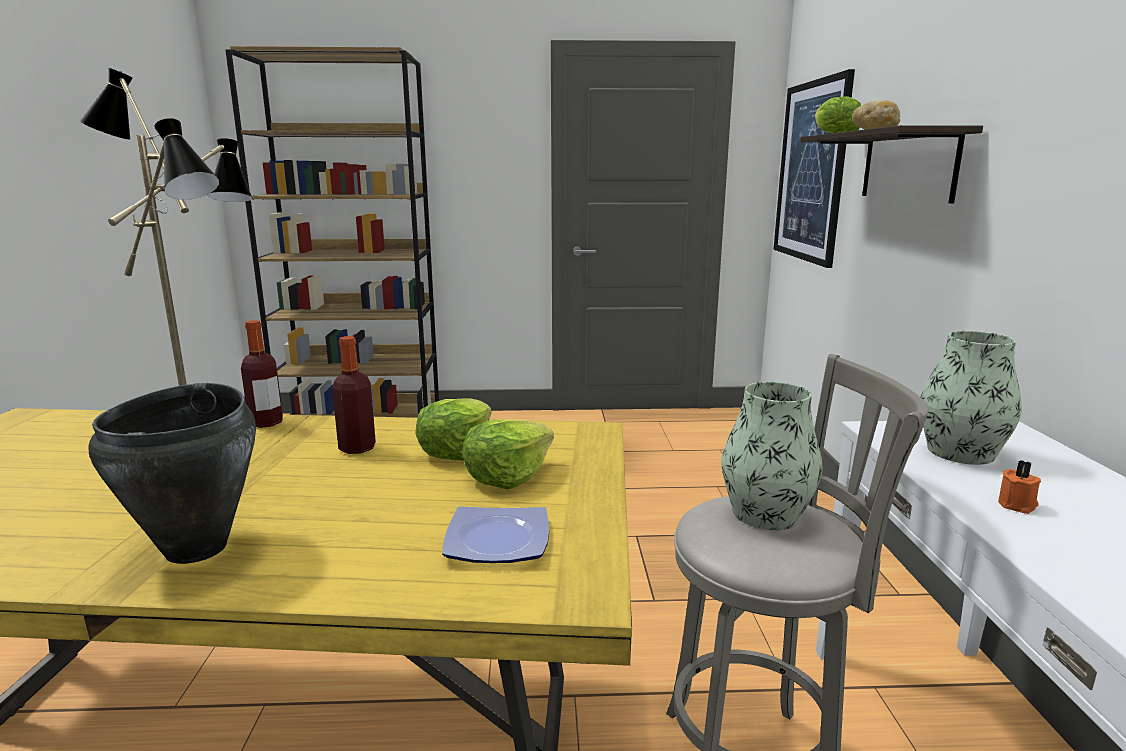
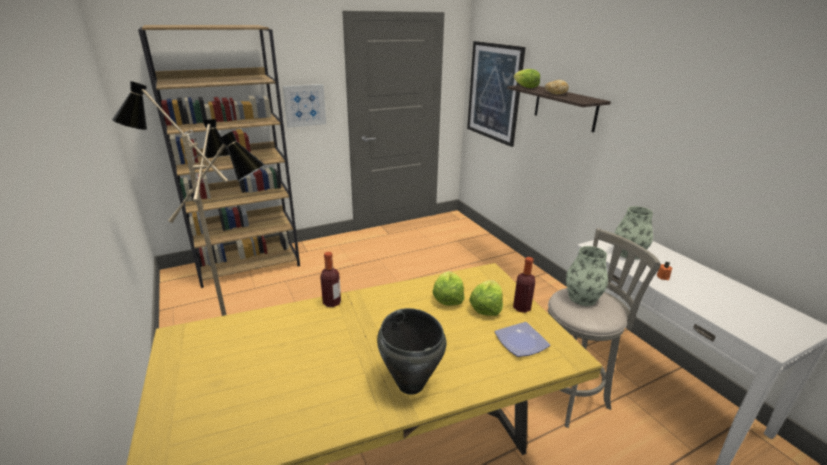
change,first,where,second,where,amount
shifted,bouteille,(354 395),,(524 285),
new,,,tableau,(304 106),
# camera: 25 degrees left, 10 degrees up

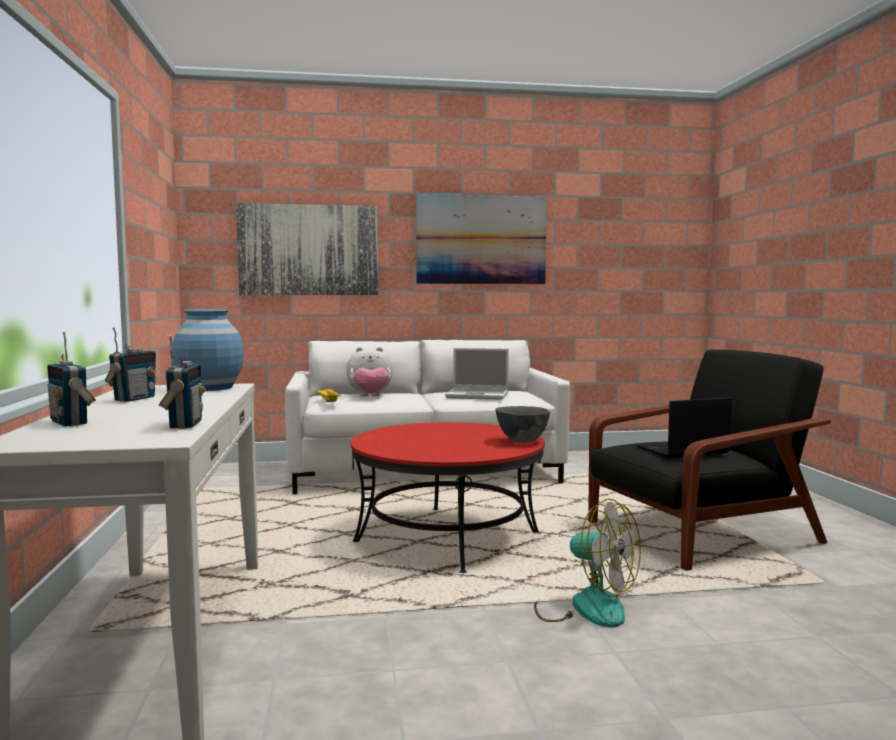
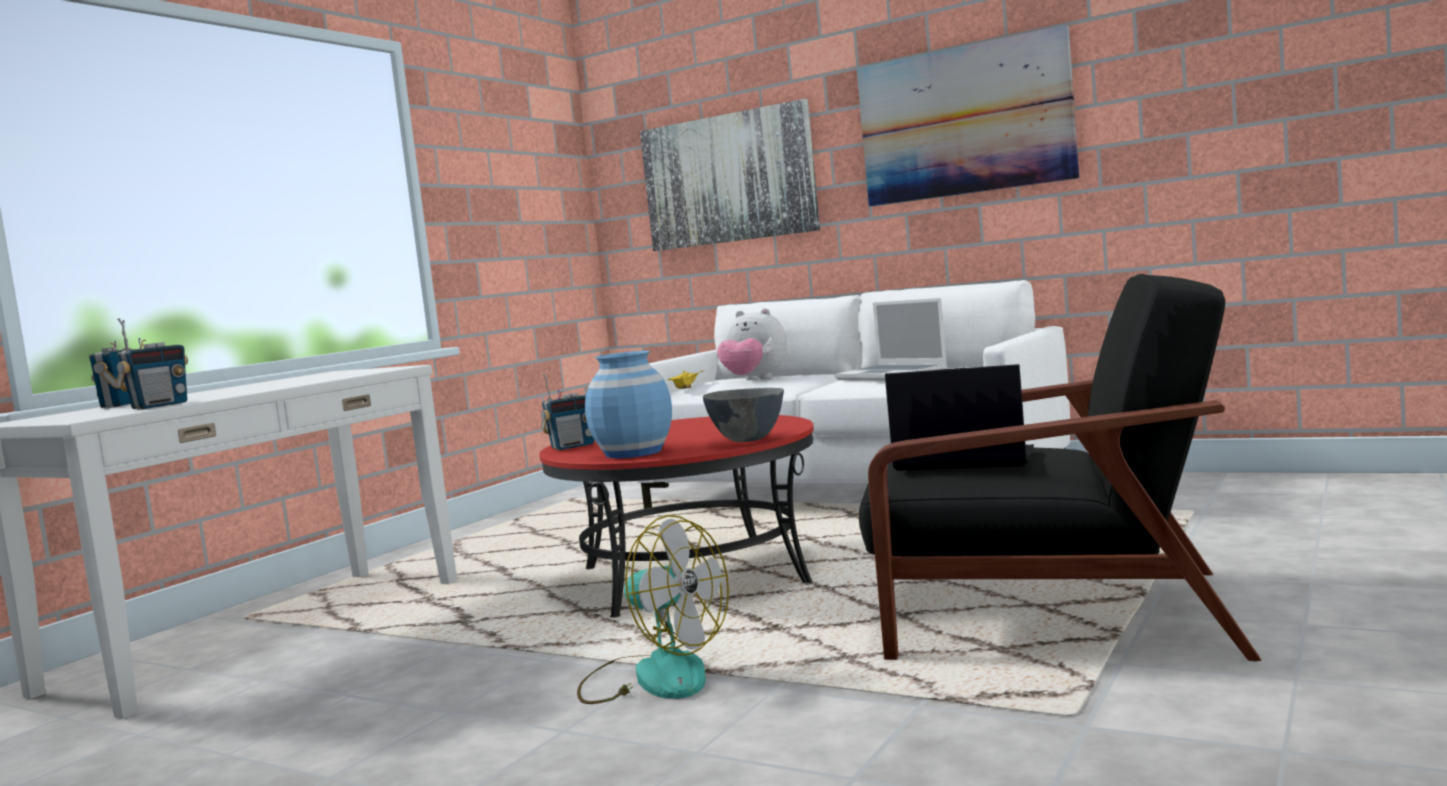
change,first,where,second,where,amount
shifted,vase/bleu,(208 350),,(628 404),
shifted,radio,(130 364),,(567 411),
rotated,ventilateur,(587 563),,(653 609),45 degrees counterclockwise
# camera: 40 degrees right, 0 degrees up

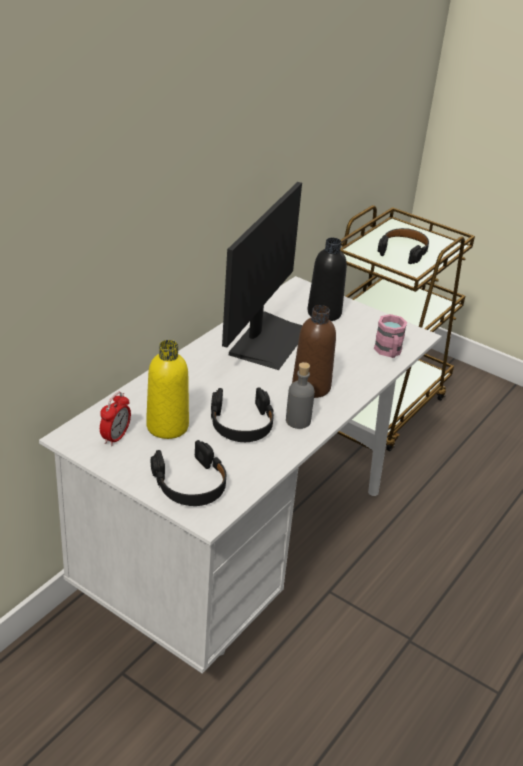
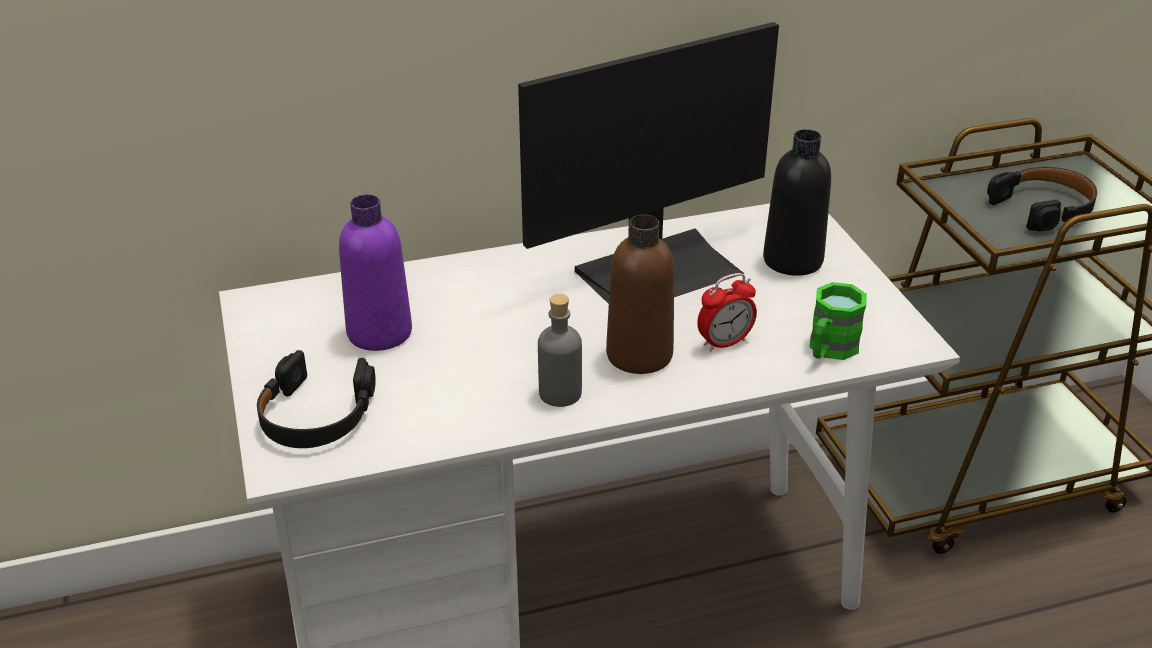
change,first,where,second,where,amount
repainted,mug/rose,(390 336),mug/vert,(838 321),
repainted,bouteille/jaune,(167 389),bouteille/violet,(375 272),
gone,casque audio/noir,(242 414),,,
shifted,réveil,(115 419),,(727 312),
# camera: 40 degrees right, 0 degrees up

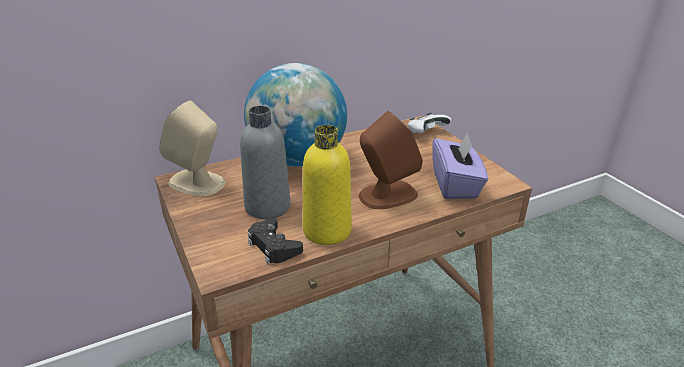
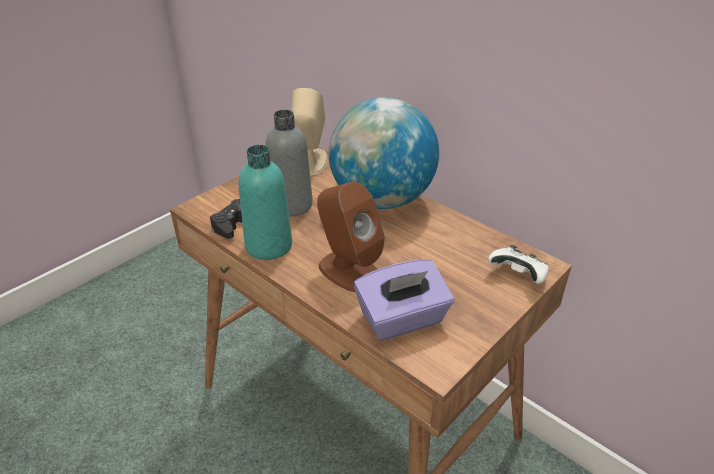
change,first,where,second,where,amount
repainted,bouteille/jaune,(327 185),bouteille/turquoise,(265 202),
# camera: 70 degrees right, 5 degrees up

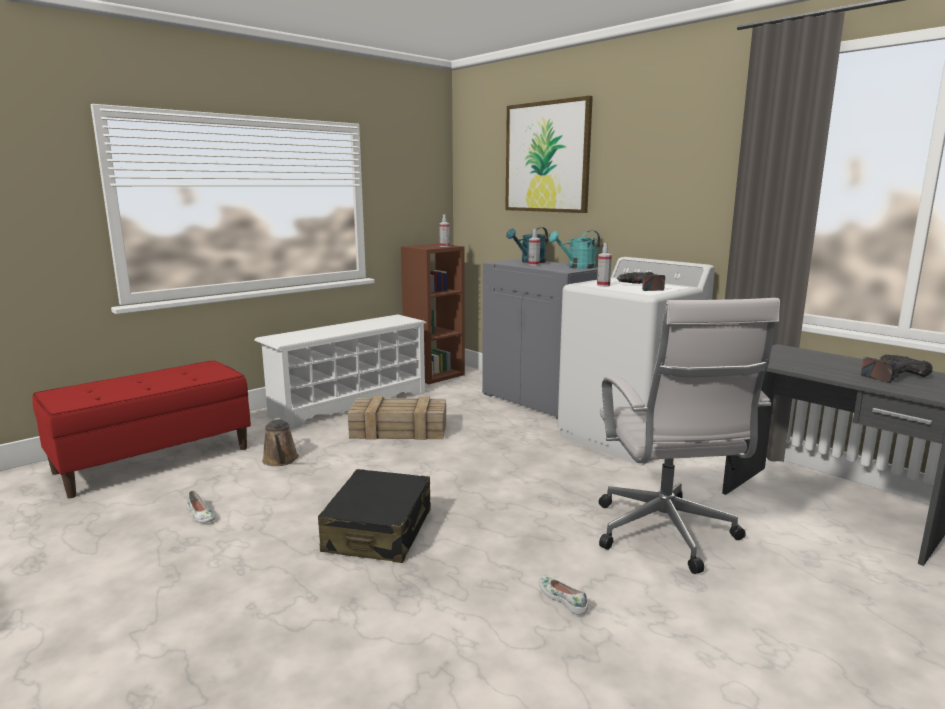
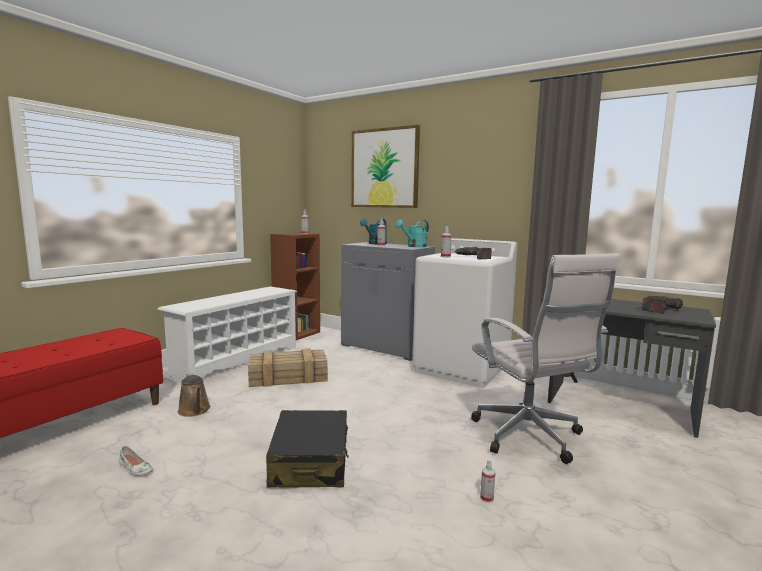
change,first,where,second,where,amount
swapped,chaussure/blanc,(563 595),vaporisateur,(487 481),
# camera: 15 degrees left, 5 degrees down

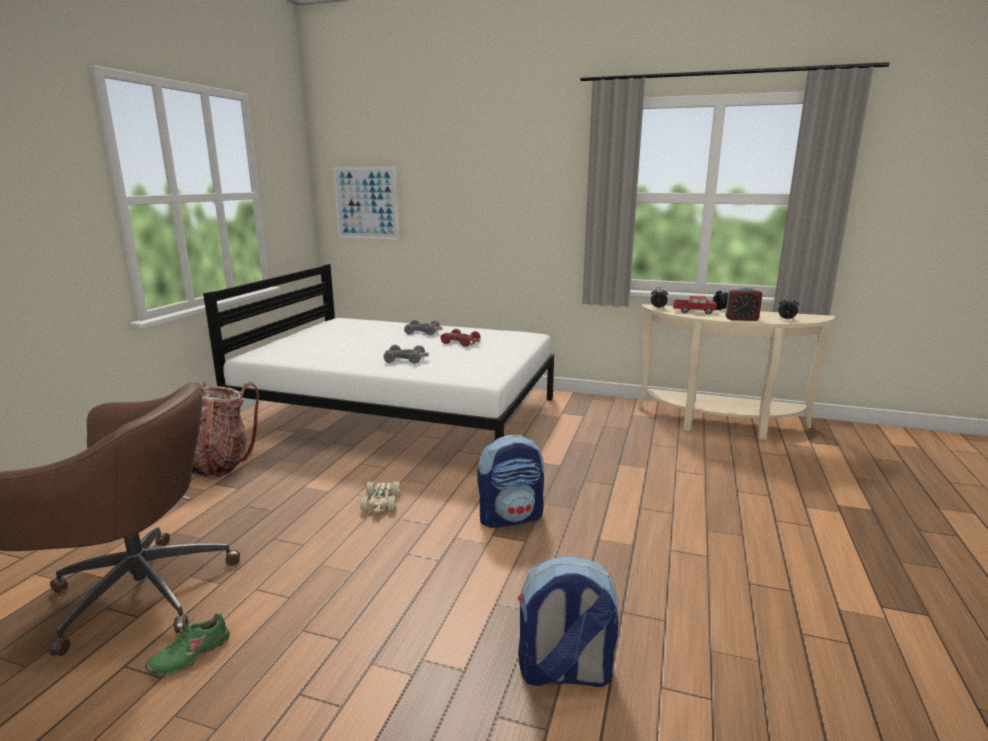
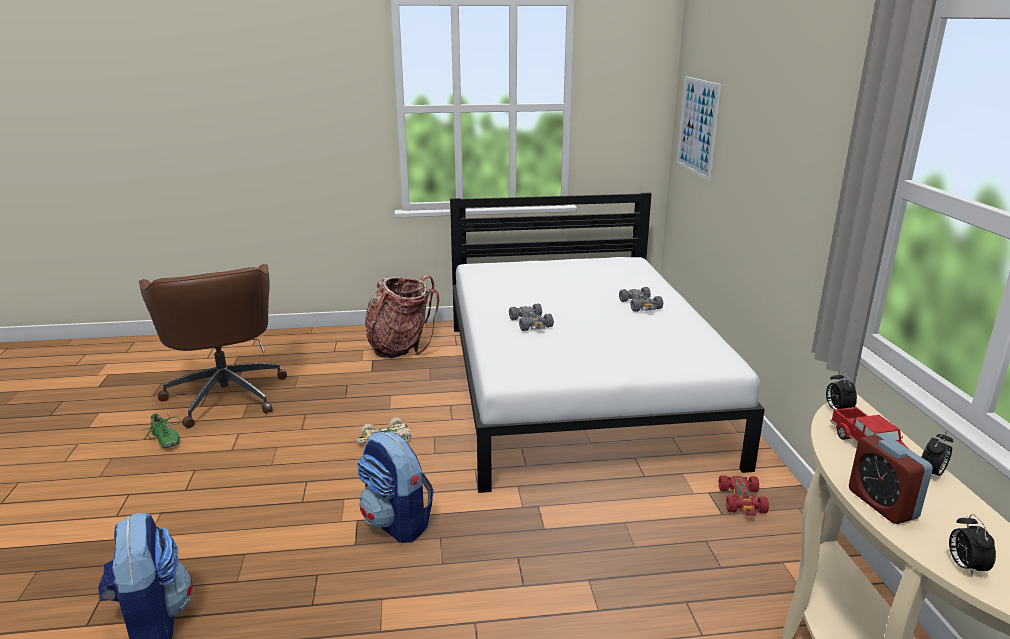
change,first,where,second,where,amount
shifted,petite voiture/rouge,(461 338),,(743 496),
rotated,chaussure/vert,(187 643),,(160 430),150 degrees counterclockwise
# camera: 65 degrees right, 5 degrees up

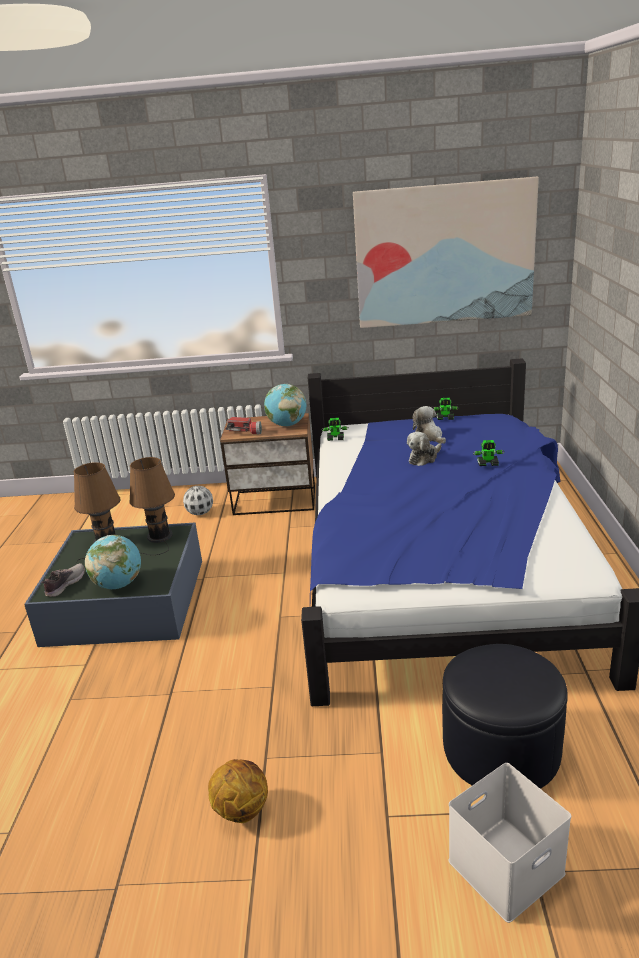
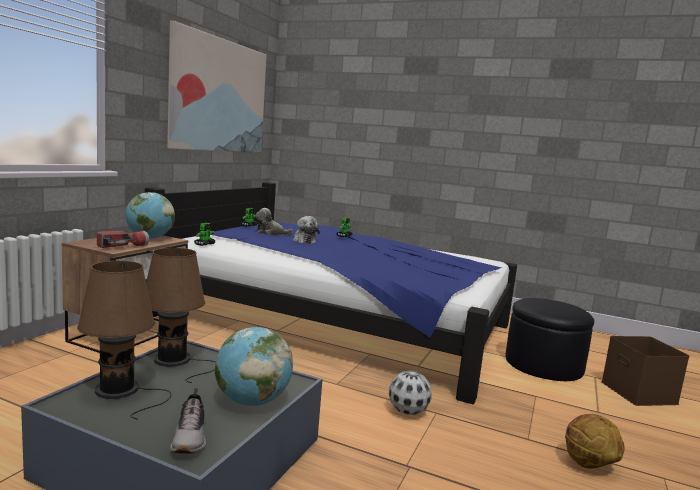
change,first,where,second,where,amount
shifted,ballon de foot,(198 500),,(410 392),
rotated,chaussure,(63 580),,(188 421),150 degrees counterclockwise
repainted,boîte de rangement/blanc,(509 843),boîte de rangement/marron,(645 371),
# camera: 70 degrees left, 15 degrees down

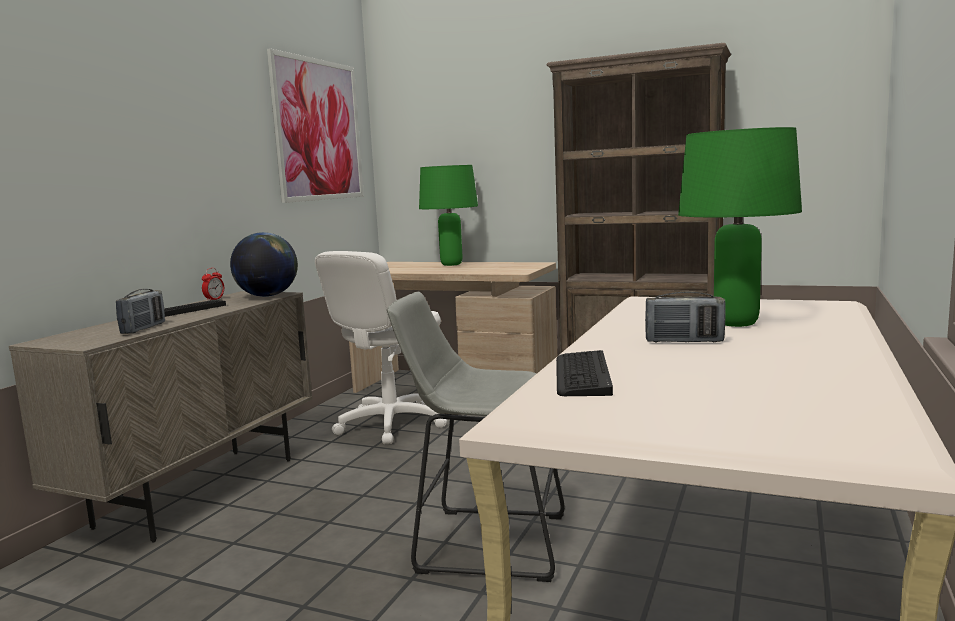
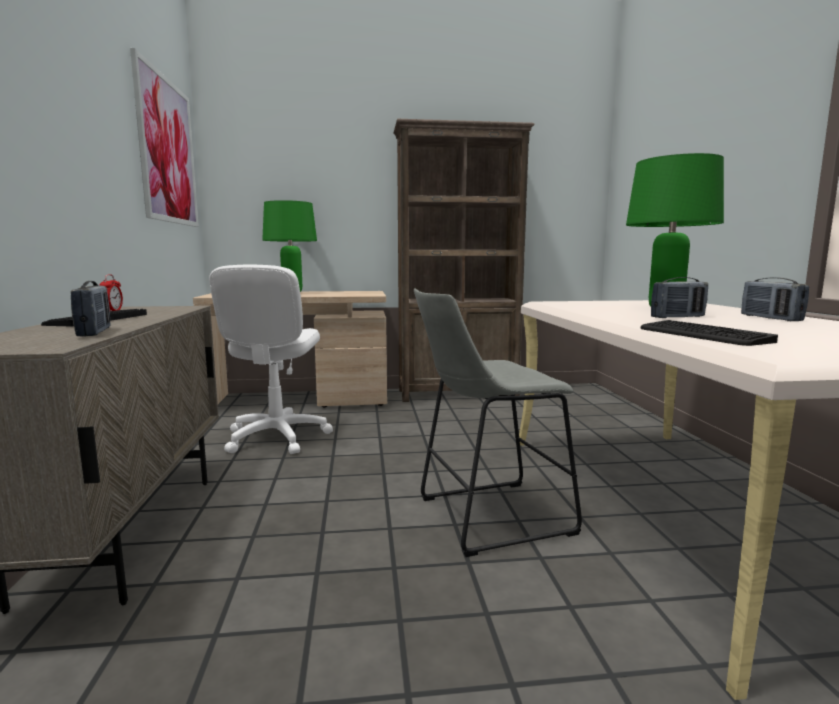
change,first,where,second,where,amount
gone,globe,(264 264),,,
new,,,radio,(775 299),
# camera: 30 degrees left, 0 degrees up

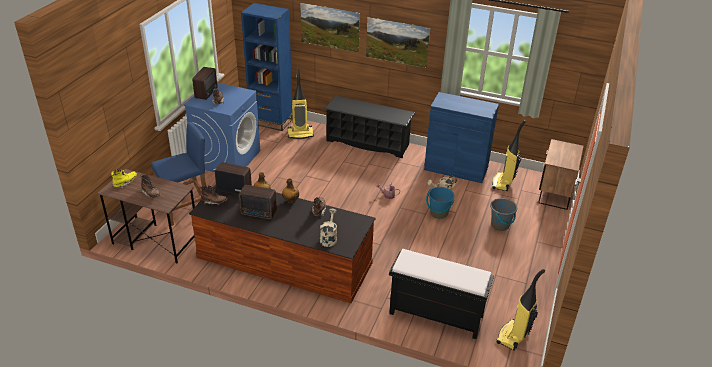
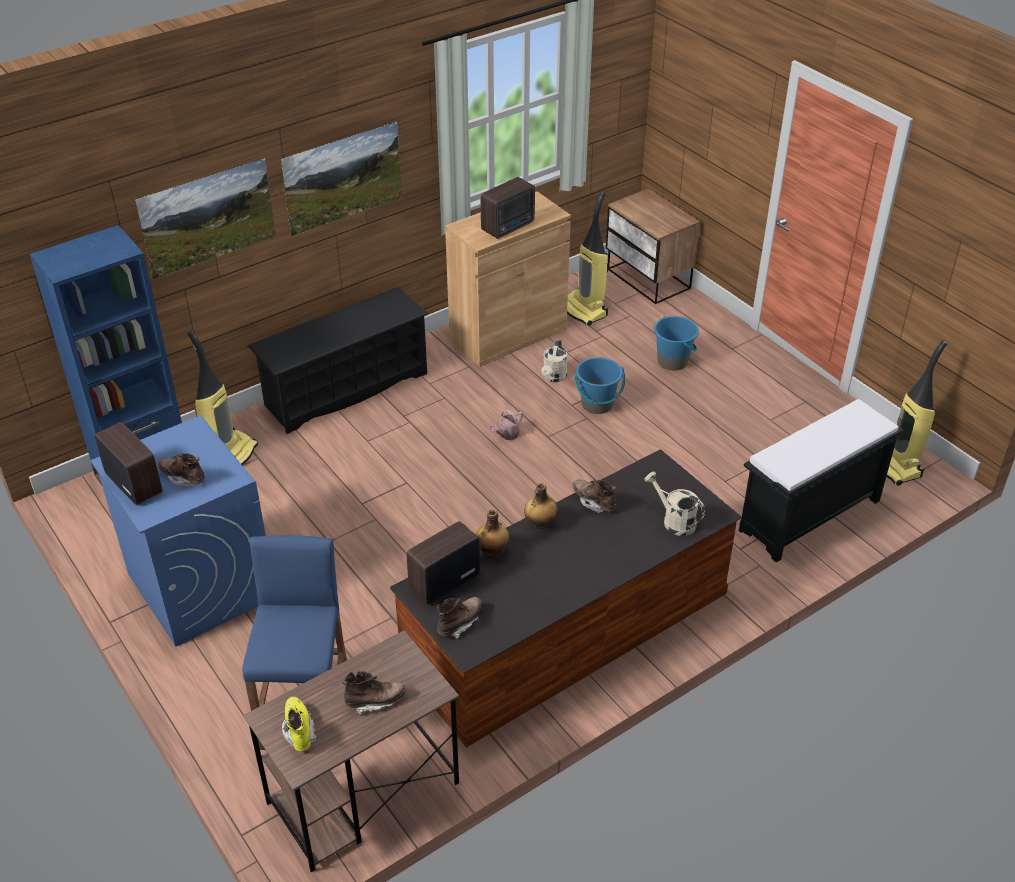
change,first,where,second,where,amount
repainted,meuble de rangement/bleu,(461 137),meuble de rangement/marron,(508 279),
shifted,radio,(258 202),,(508 208),
repainted,seau/gris,(503 214),seau/bleu,(676 343),
# camera: 55 degrees left, 5 degrees up

